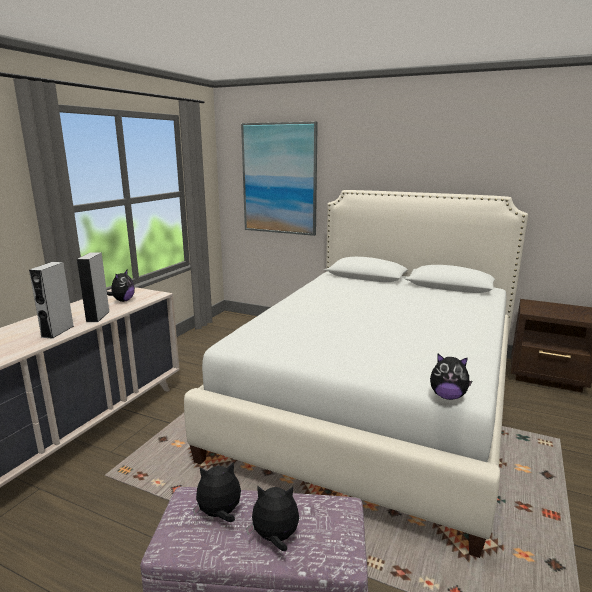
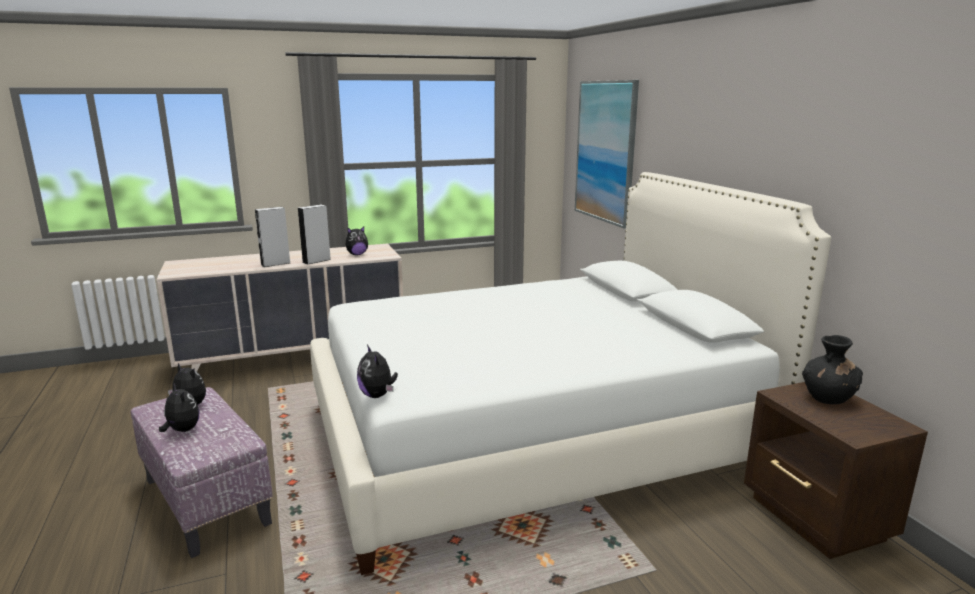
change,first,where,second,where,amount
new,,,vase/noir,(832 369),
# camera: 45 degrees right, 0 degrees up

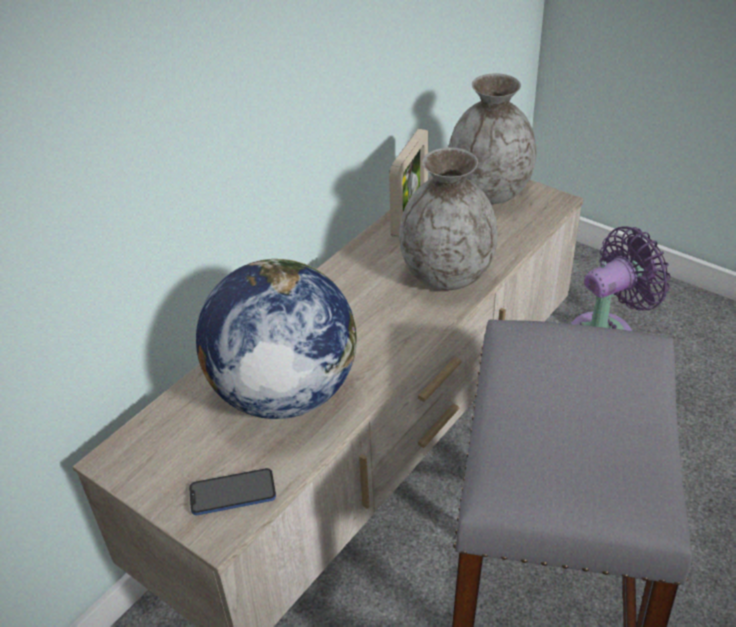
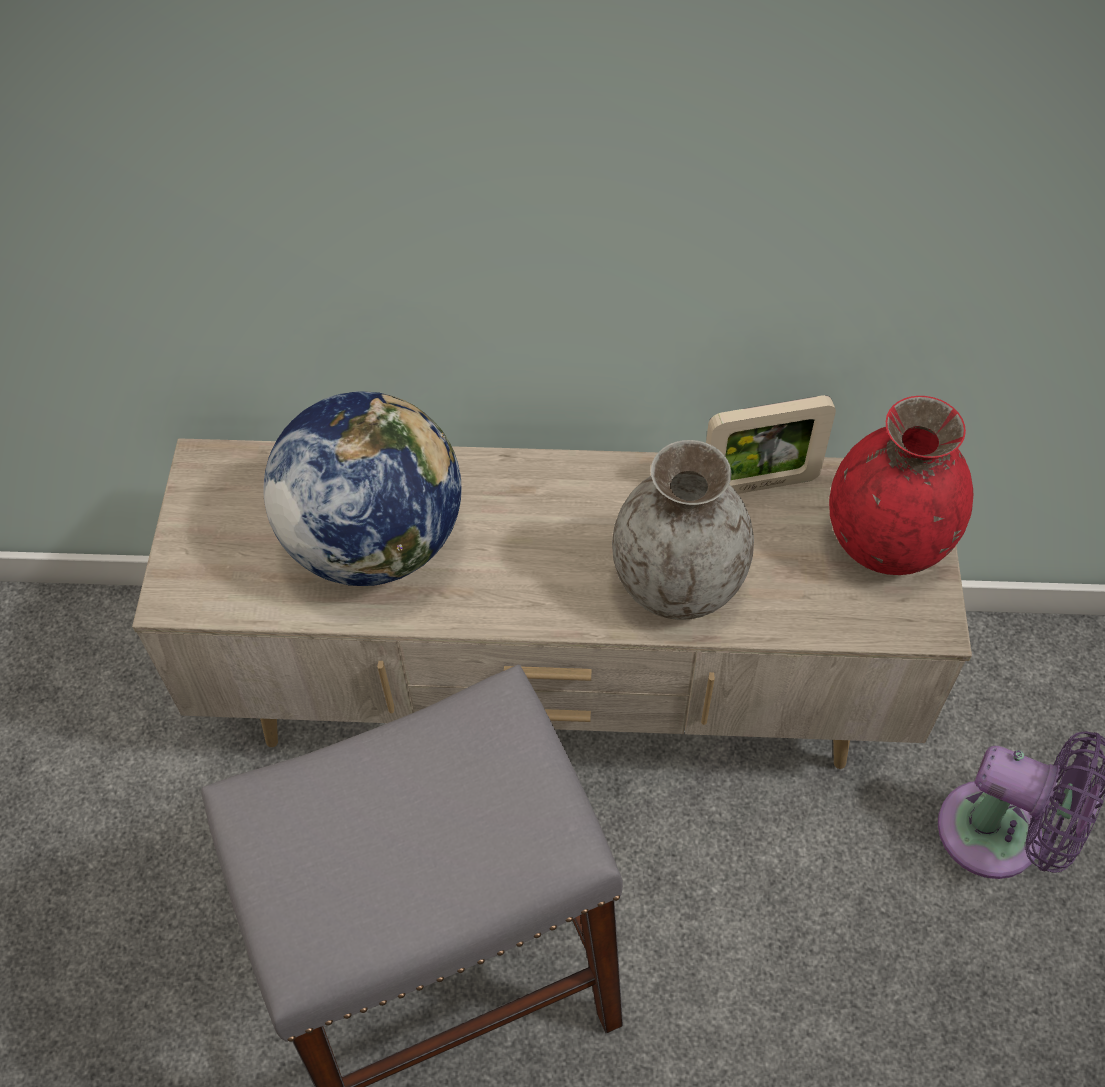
change,first,where,second,where,amount
repainted,vase/gris,(492 139),vase/rouge,(901 485),
gone,téléphone,(232 491),,,
# camera: 55 degrees right, 15 degrees up

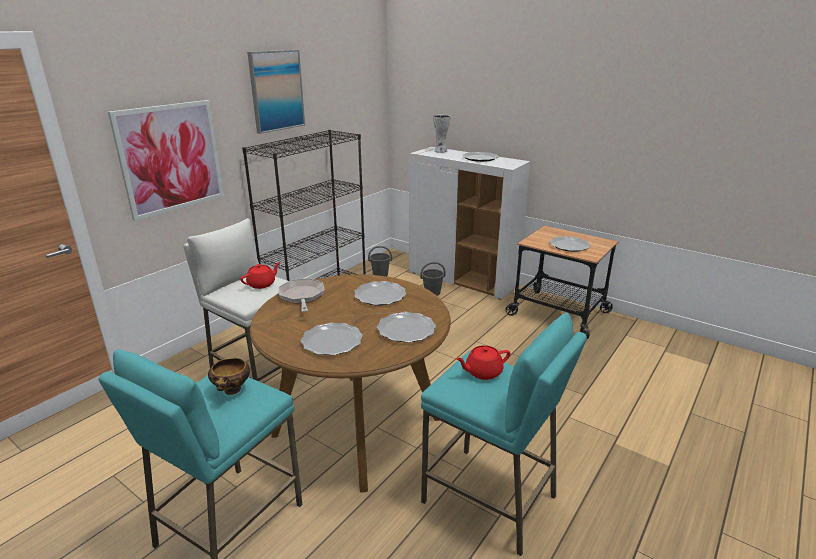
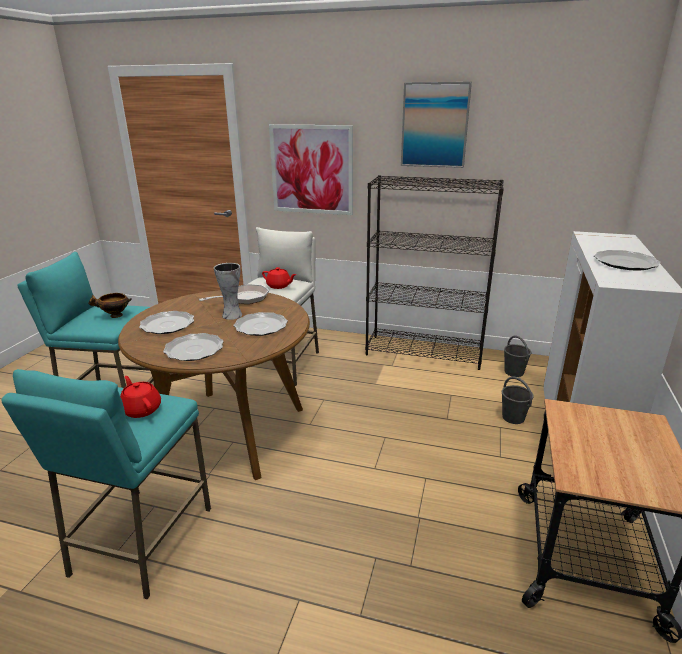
change,first,where,second,where,amount
shifted,vase,(442 134),,(228 291),
gone,assiette,(570 244),,,
# camera: 70 degrees right, 0 degrees up

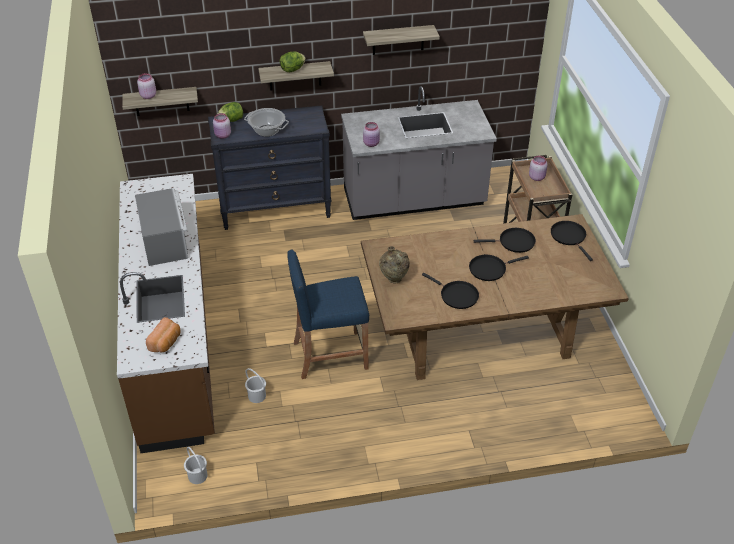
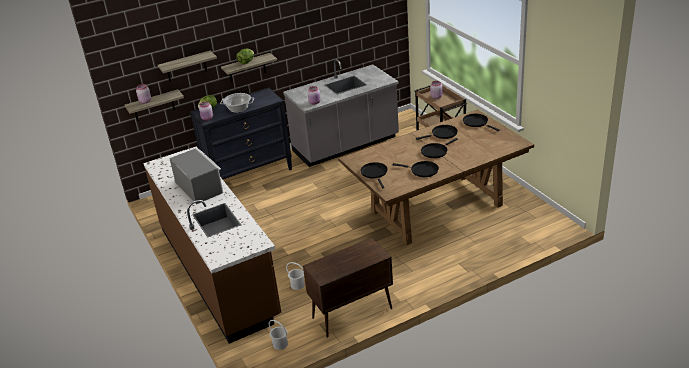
change,first,where,second,where,amount
shifted,étagère,(401 40),,(187 66),
swapped,vase/beige,(394 265),poêle/noir,(374 175),
gone,tabouret/bleu,(328 314),,,
gone,pain,(163 335),,,
new,,,meuble de rangement/marron,(348 288),
# camera: 15 degrees left, 10 degrees down

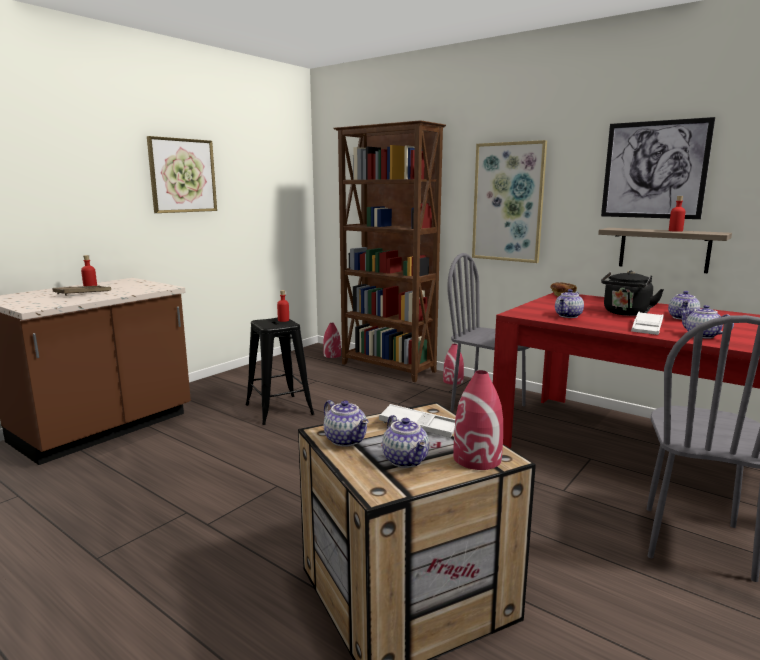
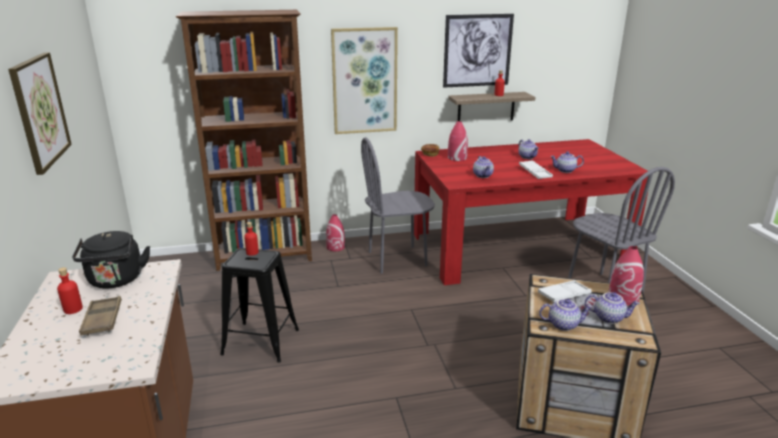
change,first,where,second,where,amount
shifted,bouilloire/noir,(632 293),,(111 259),
shifted,vase/rouge,(332 340),,(458 141),
# camera: 50 degrees left, 10 degrees up

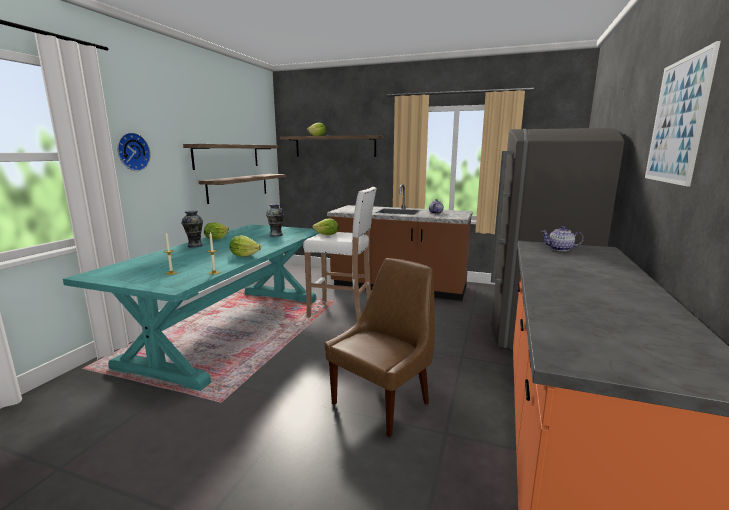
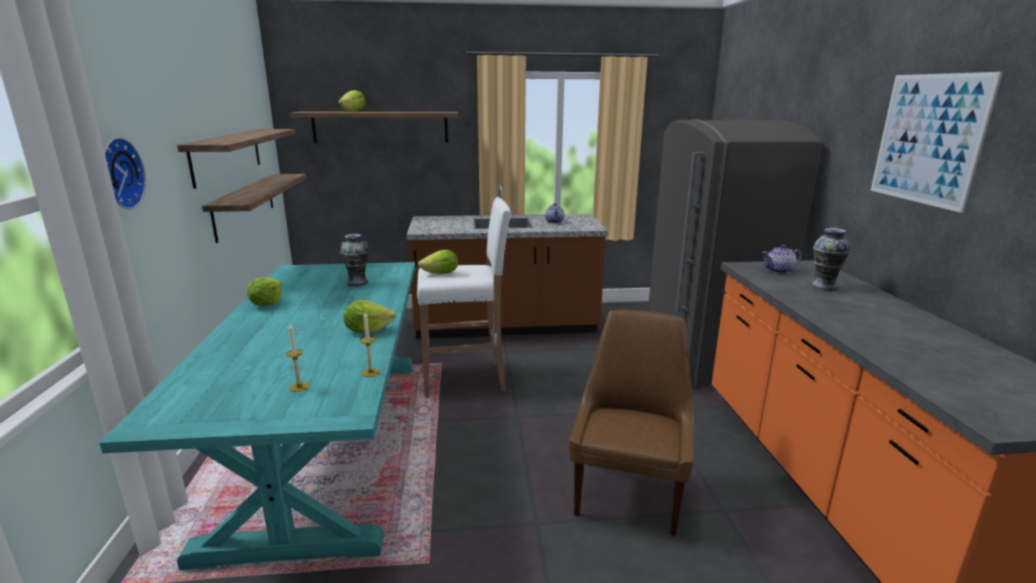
change,first,where,second,where,amount
shifted,vase,(192 229),,(831 259),
# camera: 25 degrees left, 5 degrees up

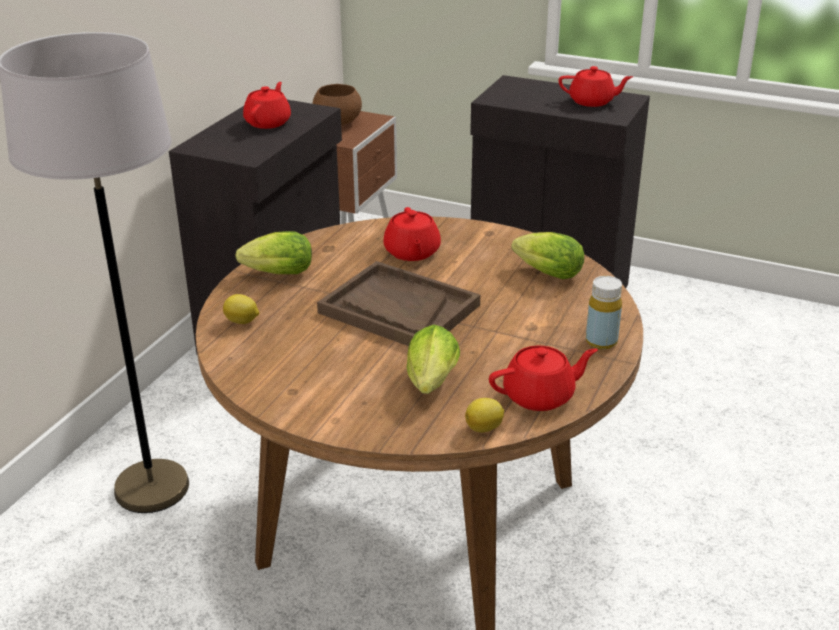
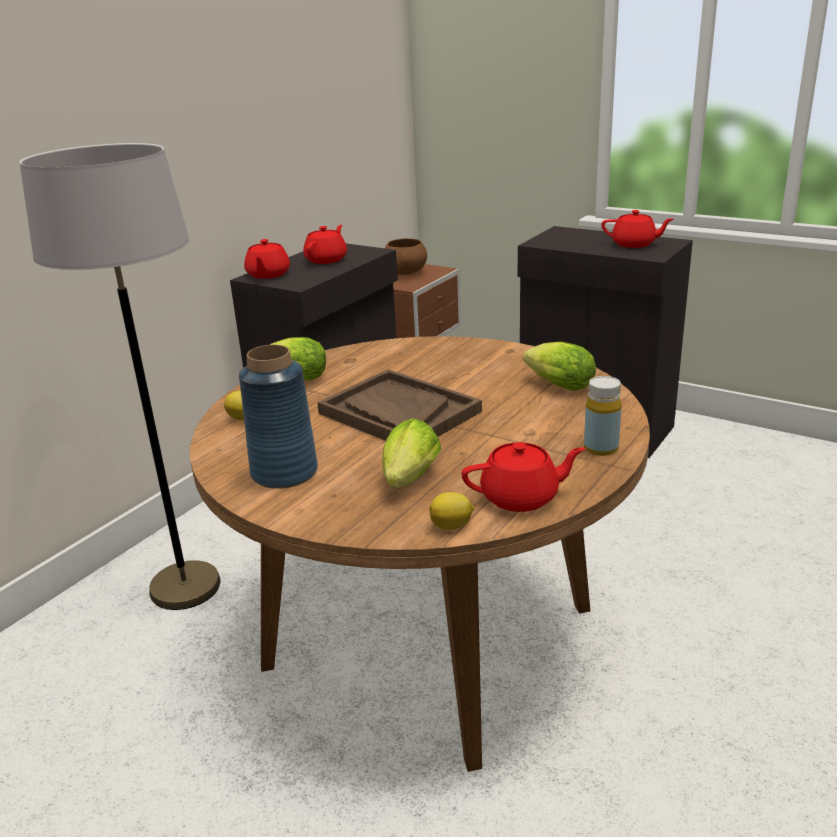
change,first,where,second,where,amount
shifted,théière/rouge,(412 234),,(267 259),
new,,,vase/bleu,(278 417),
# camera: 10 degrees right, 5 degrees down

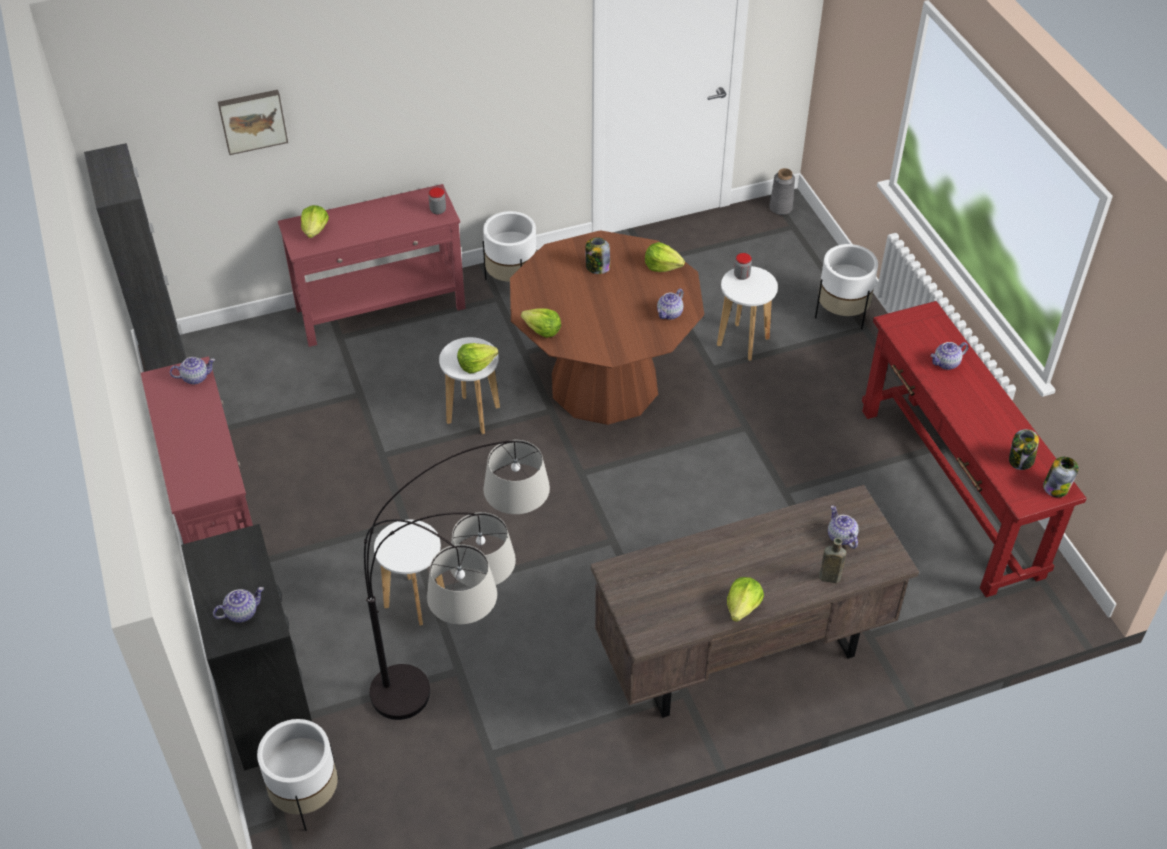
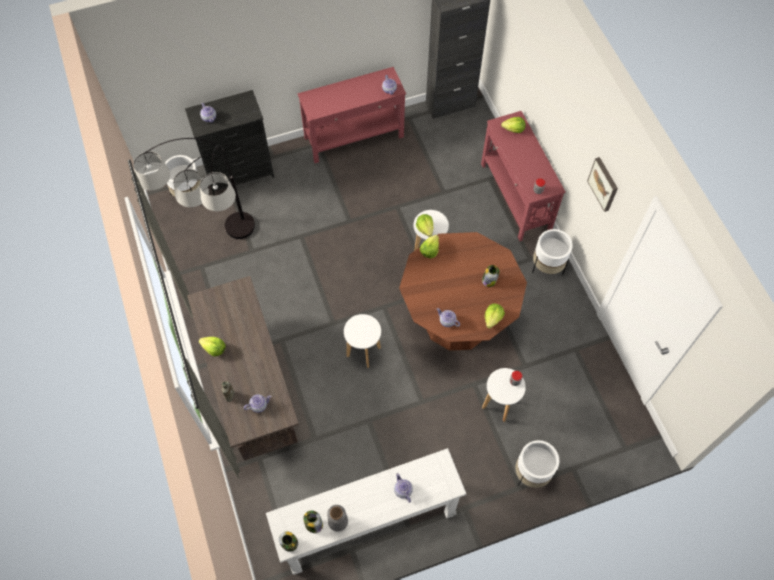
change,first,where,second,where,amount
shifted,tableau,(253 122),,(602 184),
shifted,vase/gris,(782 191),,(337 518),
repainted,table console/rouge,(974 449),table console/blanc,(366 511),
shifted,tabouret/blanc,(409 573),,(362 341),
# camera: 90 degrees right, 15 degrees up

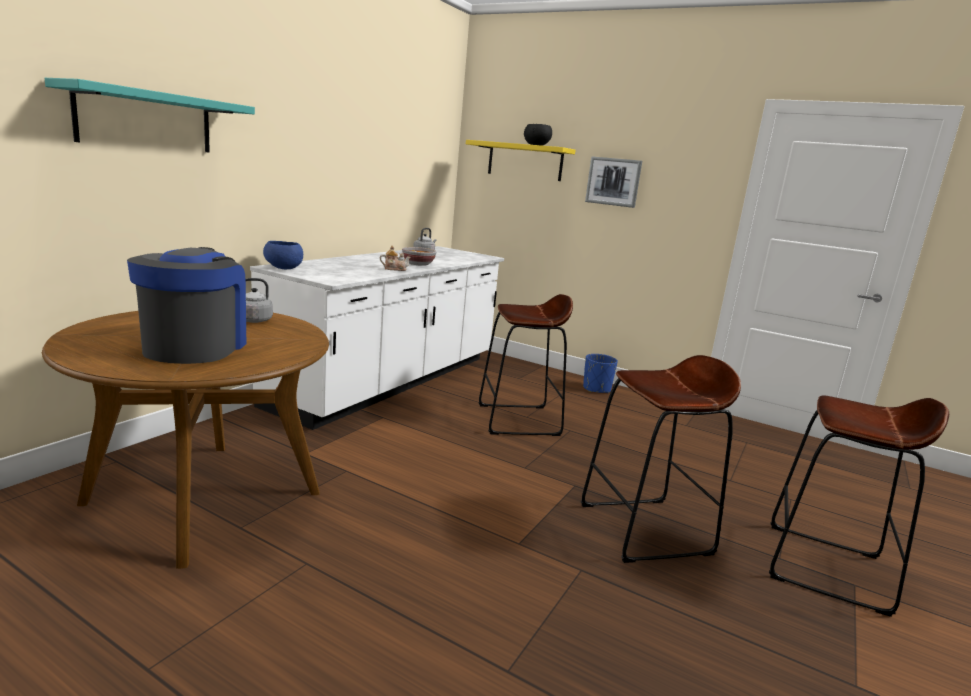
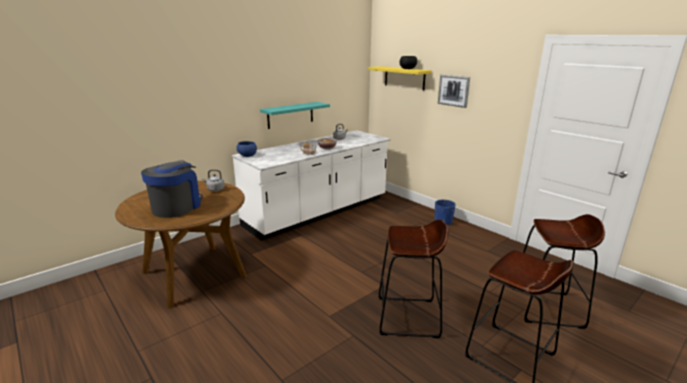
change,first,where,second,where,amount
shifted,étagère/turquoise,(150 115),,(295 115),
shifted,tabouret/marron,(526 365),,(564 271),
# camera: 20 degrees right, 5 degrees up

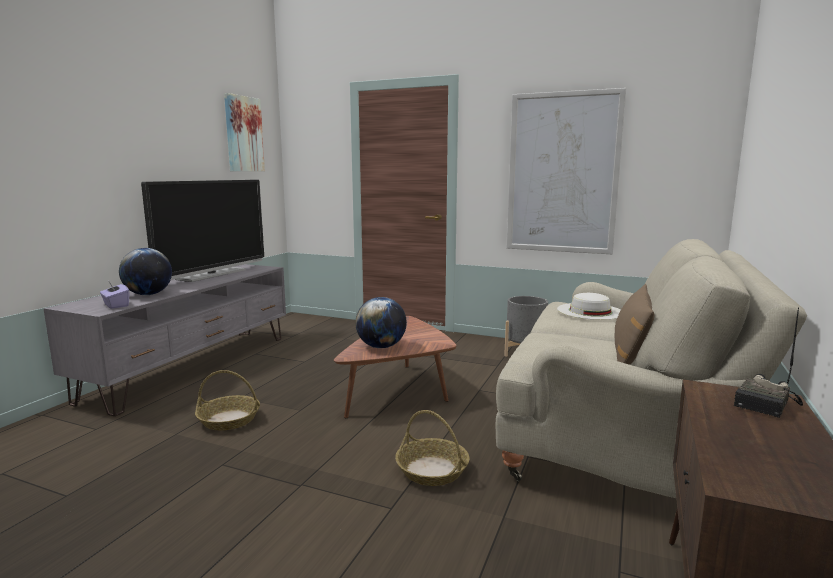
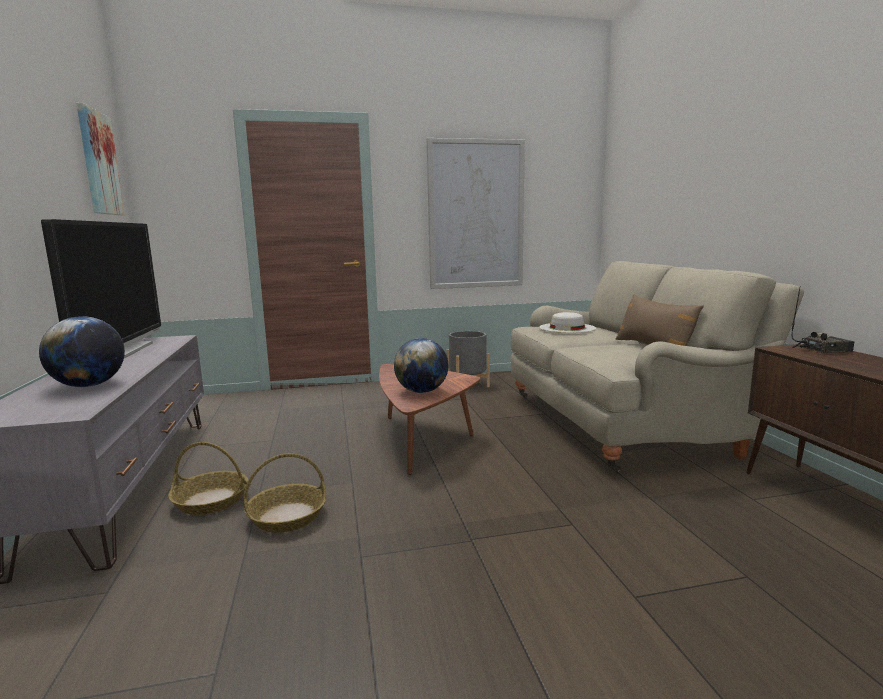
change,first,where,second,where,amount
gone,boîte à mouchoirs/violet,(114 295),,,
rotated,radio,(768 362),,(823 320),105 degrees counterclockwise
shifted,panier,(432 448),,(208 478),
# camera: 35 degrees left, 0 degrees up

